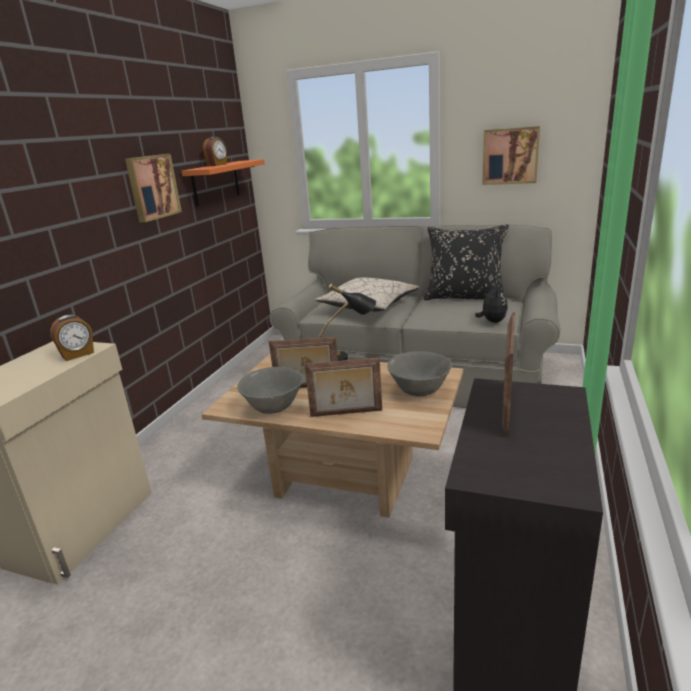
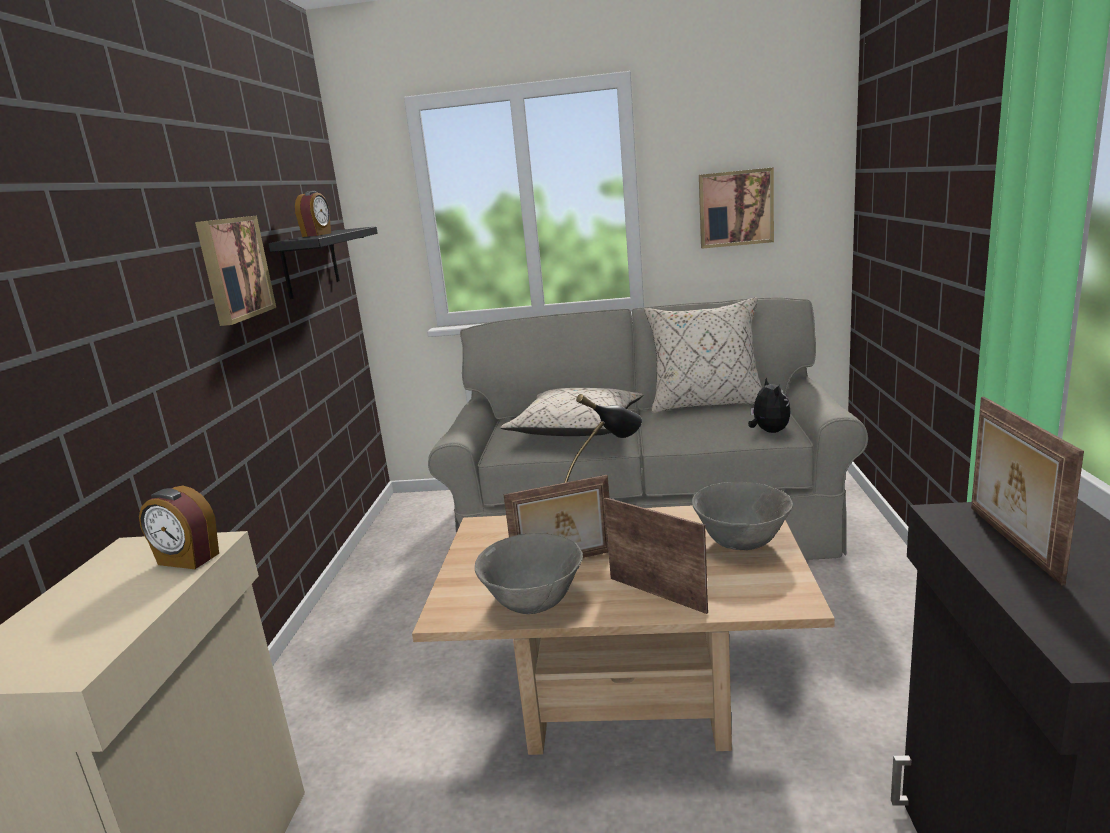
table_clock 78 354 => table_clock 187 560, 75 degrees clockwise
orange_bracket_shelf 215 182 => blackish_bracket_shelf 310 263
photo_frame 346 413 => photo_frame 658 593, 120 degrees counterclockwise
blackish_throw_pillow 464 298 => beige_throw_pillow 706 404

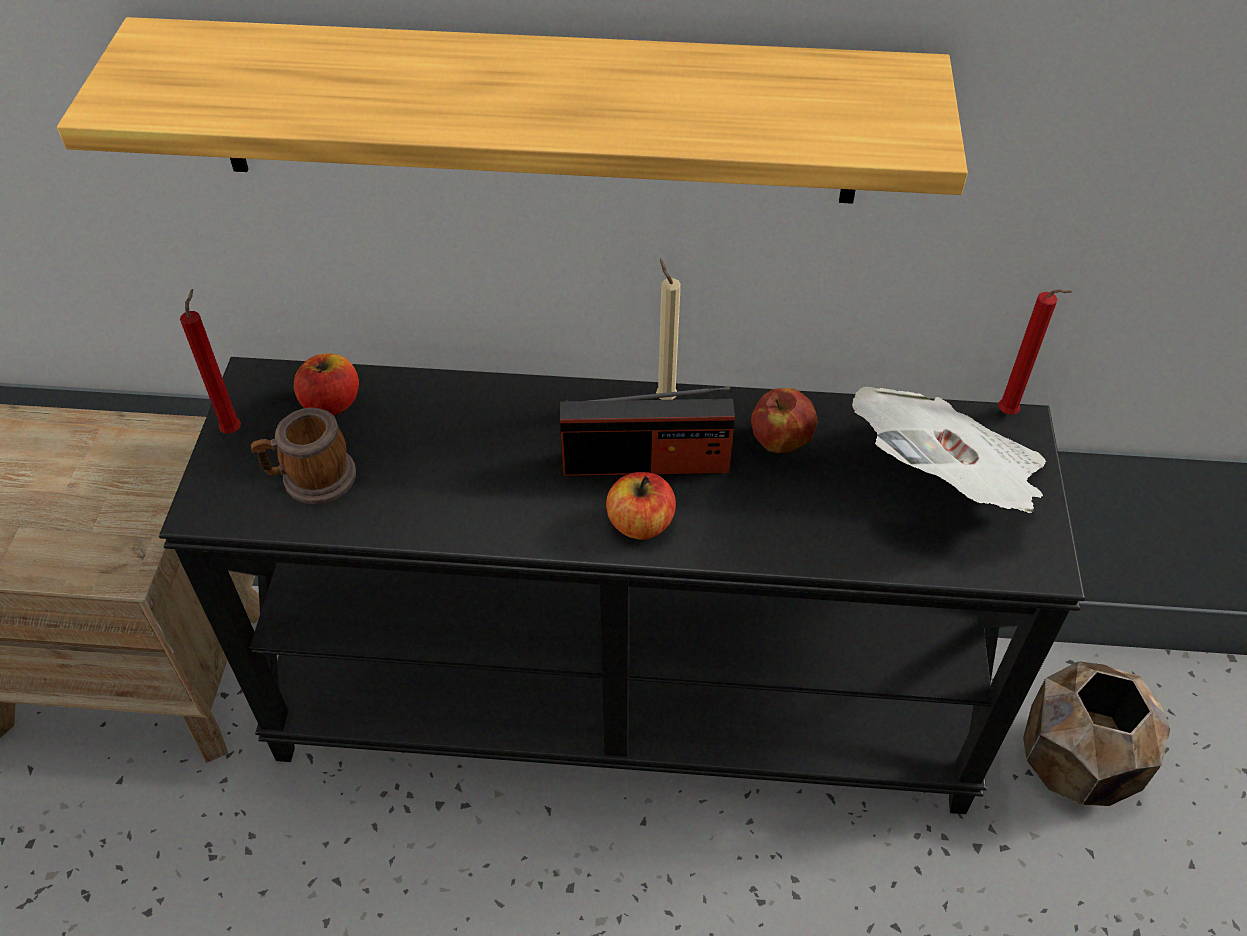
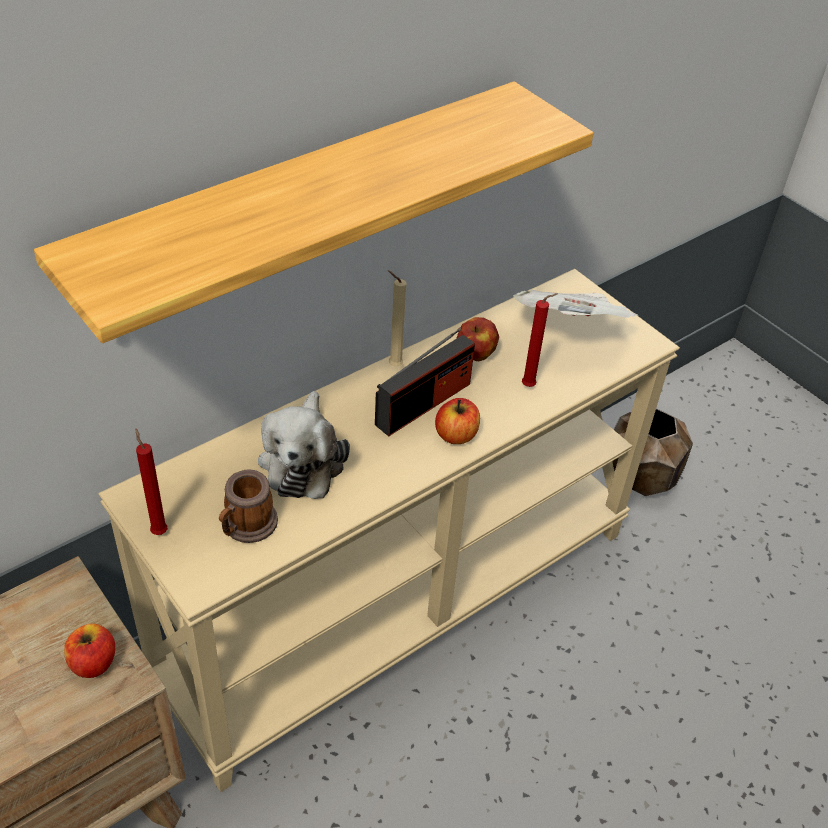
apple 331 403 => apple 93 663, relocated
blackish_console_table 625 701 => beige_console_table 399 602
nothing => cuddly_toy 303 460
reddish_wax_candle 1010 414 => reddish_wax_candle 530 386, relocated

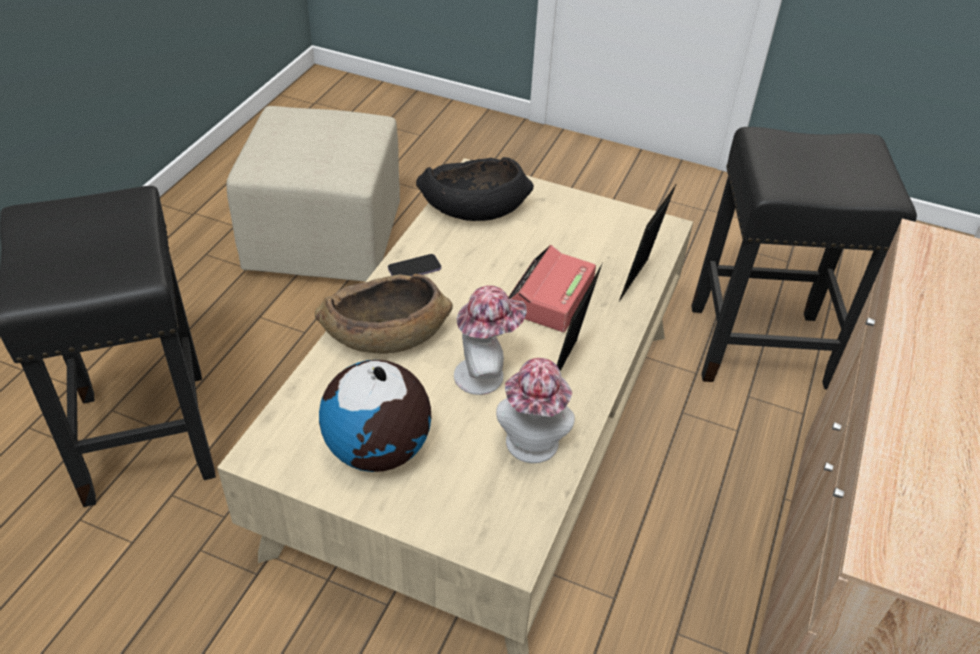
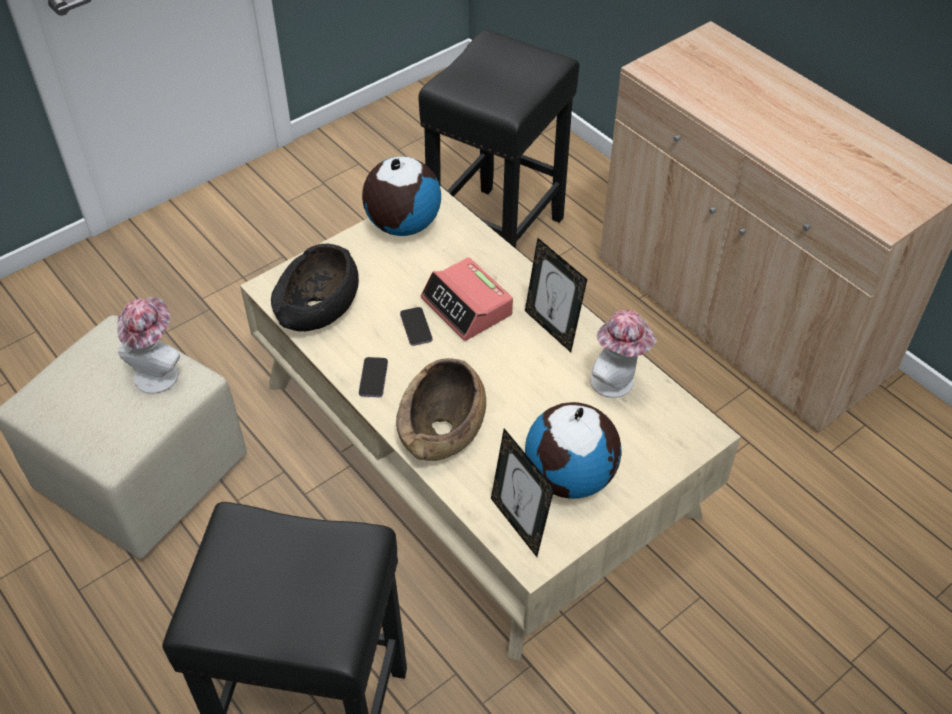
clothing_hat 485 374 => clothing_hat 158 371, relocated
nothing => globe 402 225
nothing => handset 416 327
photo_frame 639 282 => photo_frame 519 524, relocated

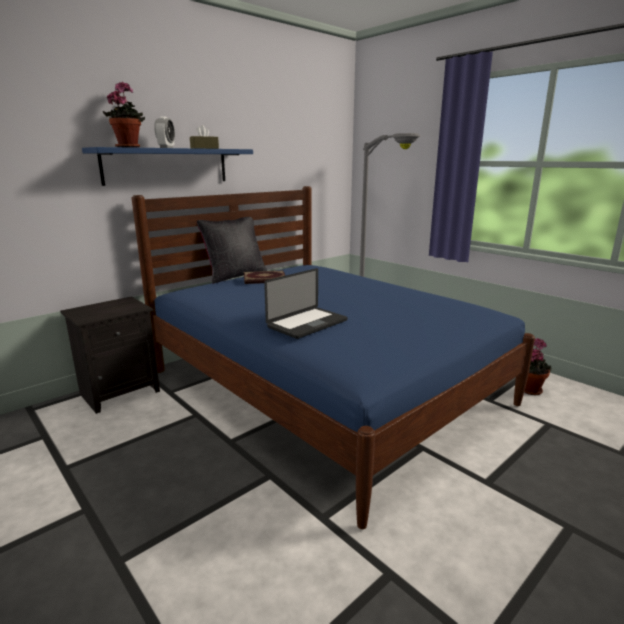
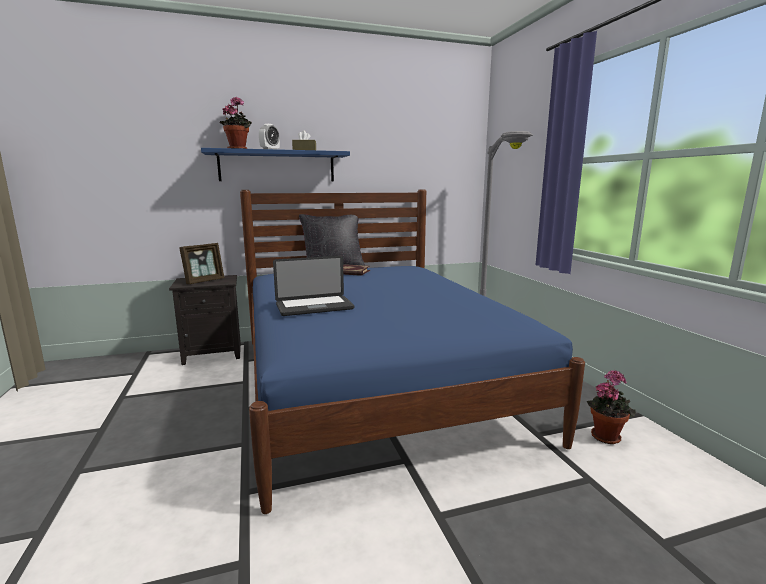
nothing => photo_frame 204 281

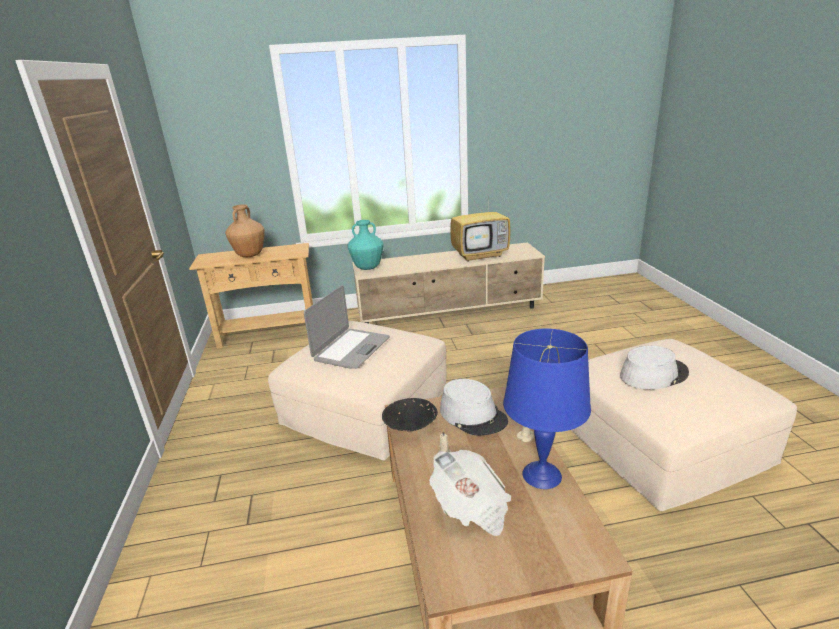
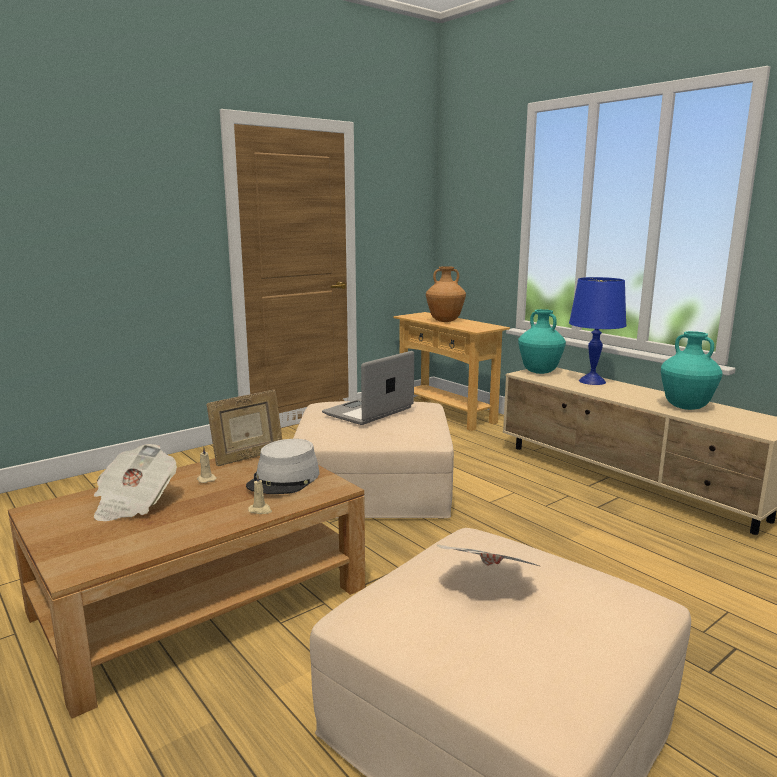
blackish_deep_dish 409 426 => photo_frame 248 457
notebook_computer 351 349 => notebook_computer 369 411, 135 degrees clockwise
greyish_clothing_hat 653 374 => daily_paper 489 580
blue-coloured_tabletop_lamp 542 474 => blue-coloured_tabletop_lamp 592 381, relocated
TV_set 480 255 => turquoise-coloured_vase 686 407

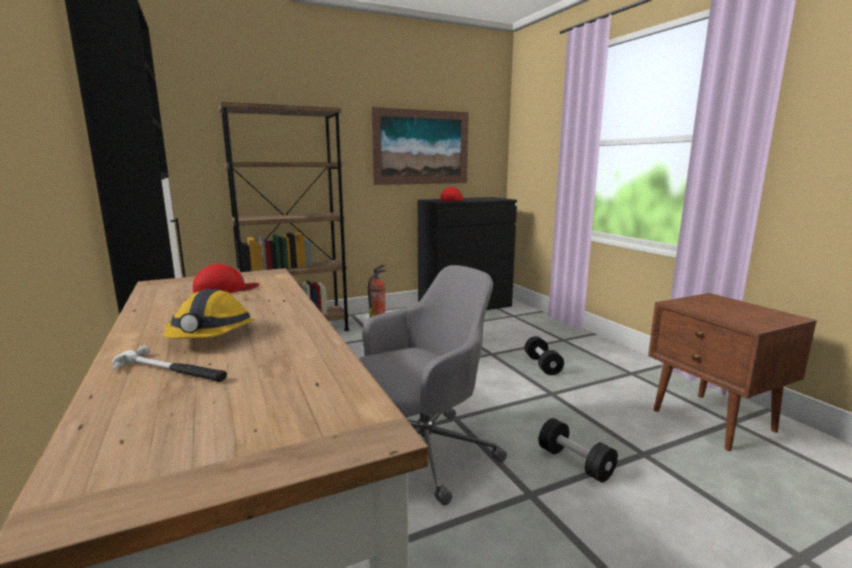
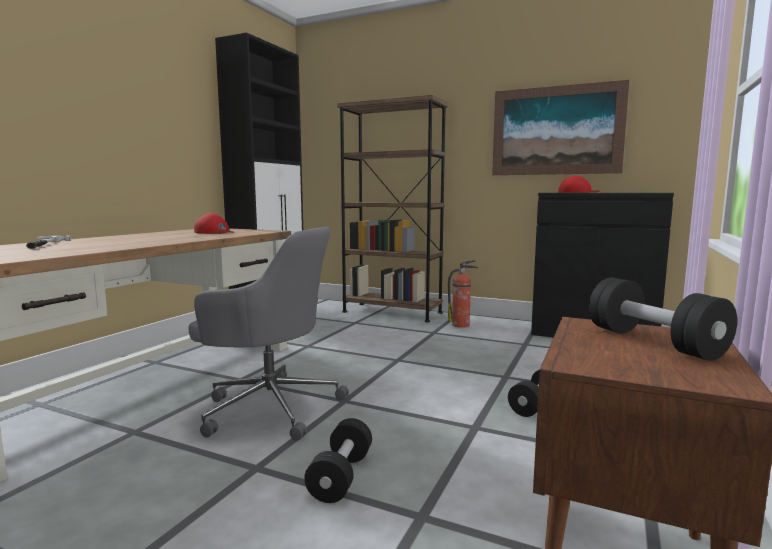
nothing => blackish_dumbbell 654 342
hard_hat 211 335 => nothing

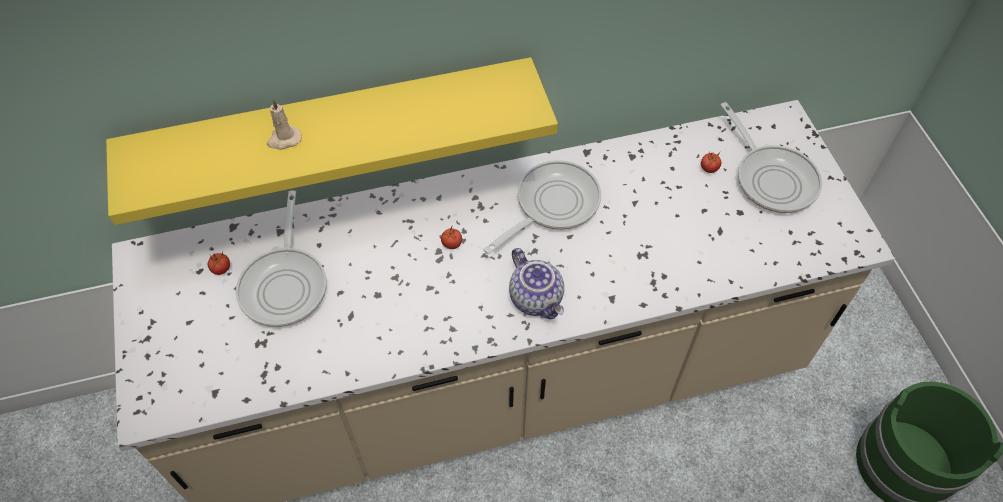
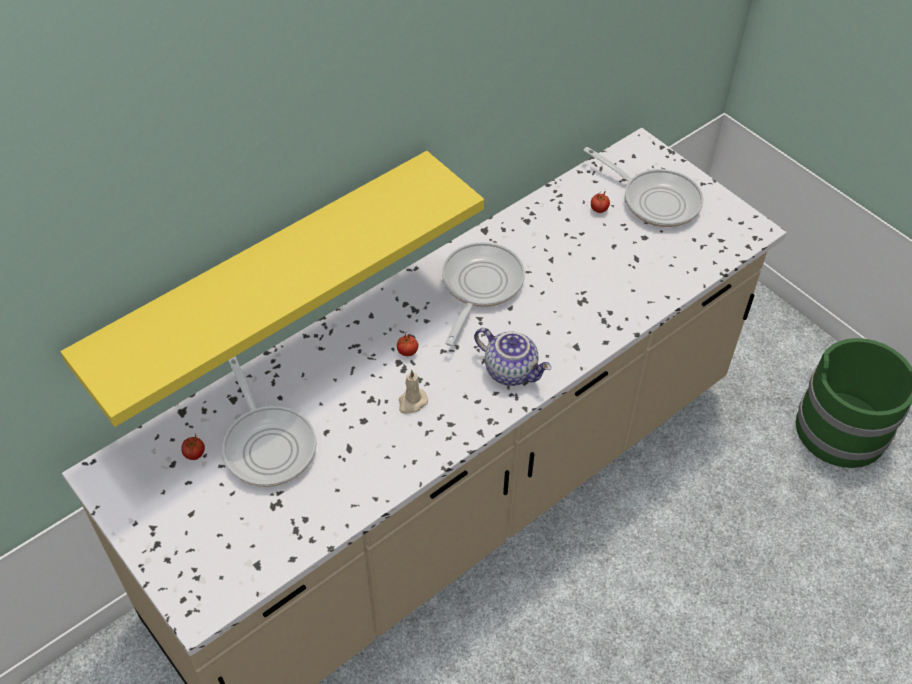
beige_wax_candle 284 139 => beige_wax_candle 412 402, relocated

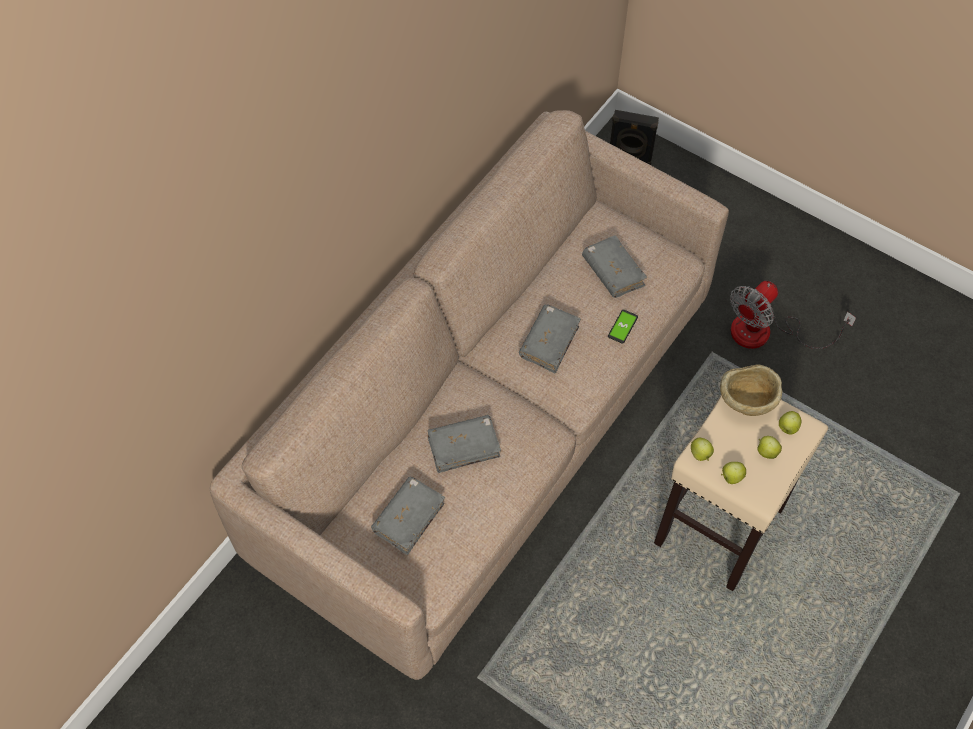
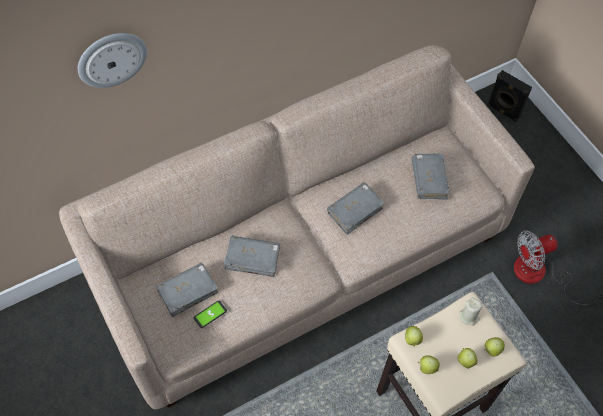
nothing => hanging_clock 111 59
handset 622 327 => handset 210 314, relocated
beige_deep_dish 745 403 => beige_wax_candle 469 316

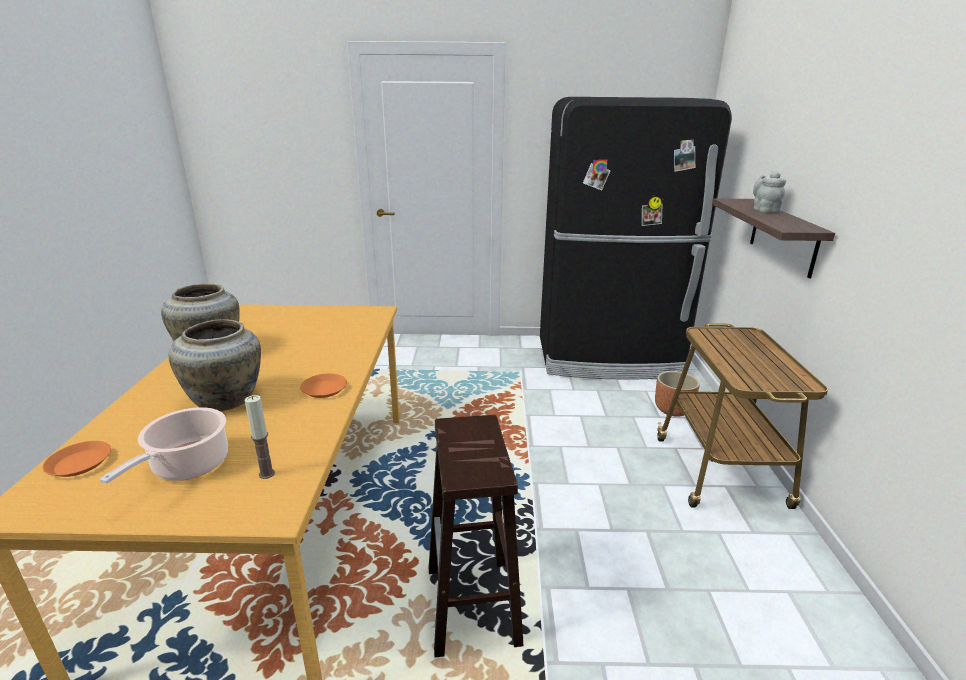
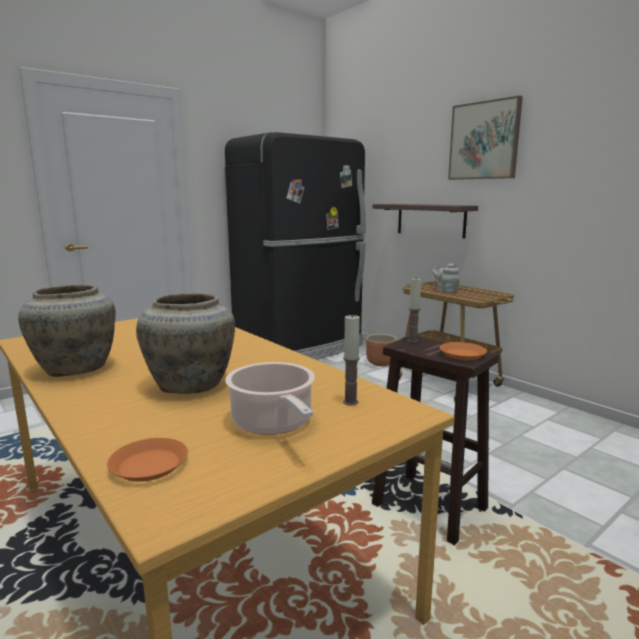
nothing => wax_candle 412 340
greyish_teapot 764 210 => greyish_teapot 445 290, relocated
orange_dinner_plate 324 389 => orange_dinner_plate 462 354, relocated
nothing => picture 484 141

